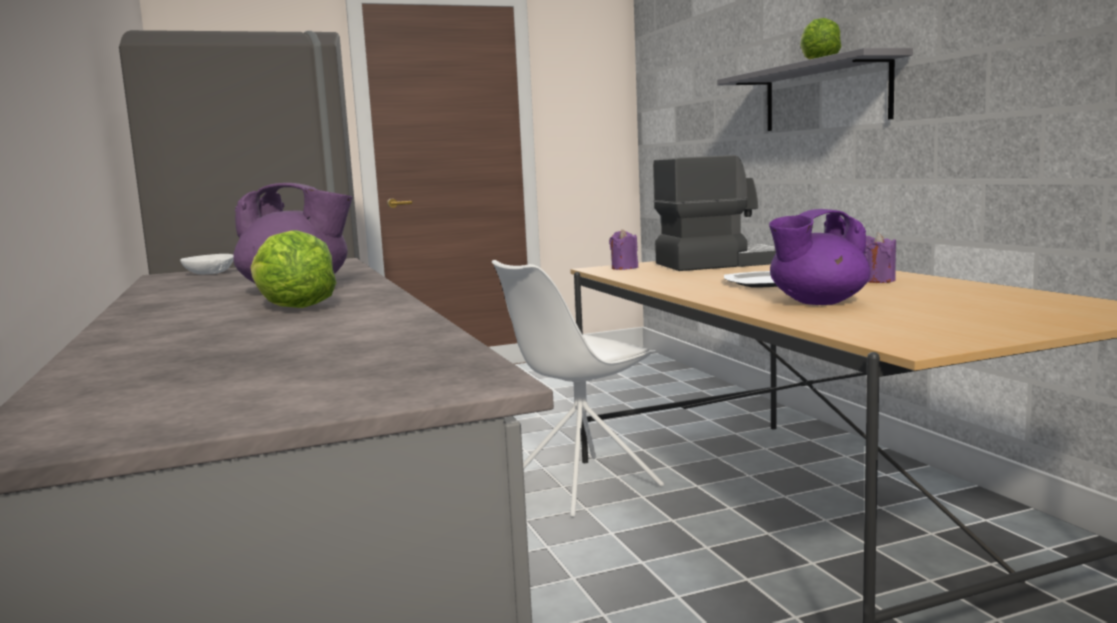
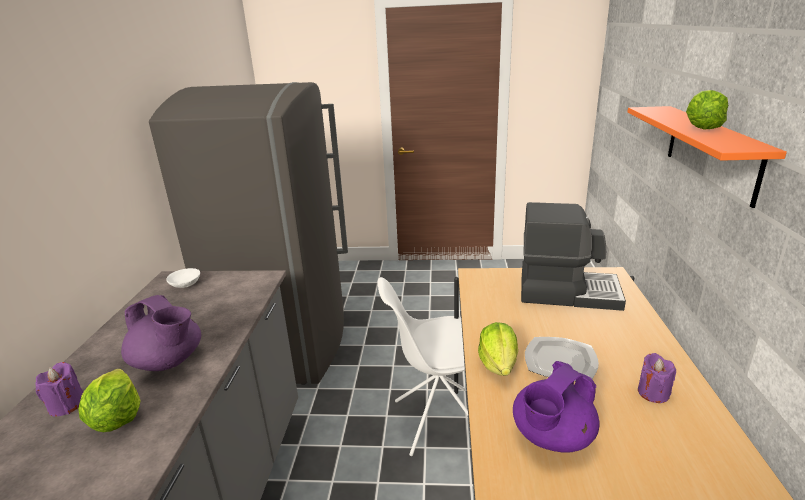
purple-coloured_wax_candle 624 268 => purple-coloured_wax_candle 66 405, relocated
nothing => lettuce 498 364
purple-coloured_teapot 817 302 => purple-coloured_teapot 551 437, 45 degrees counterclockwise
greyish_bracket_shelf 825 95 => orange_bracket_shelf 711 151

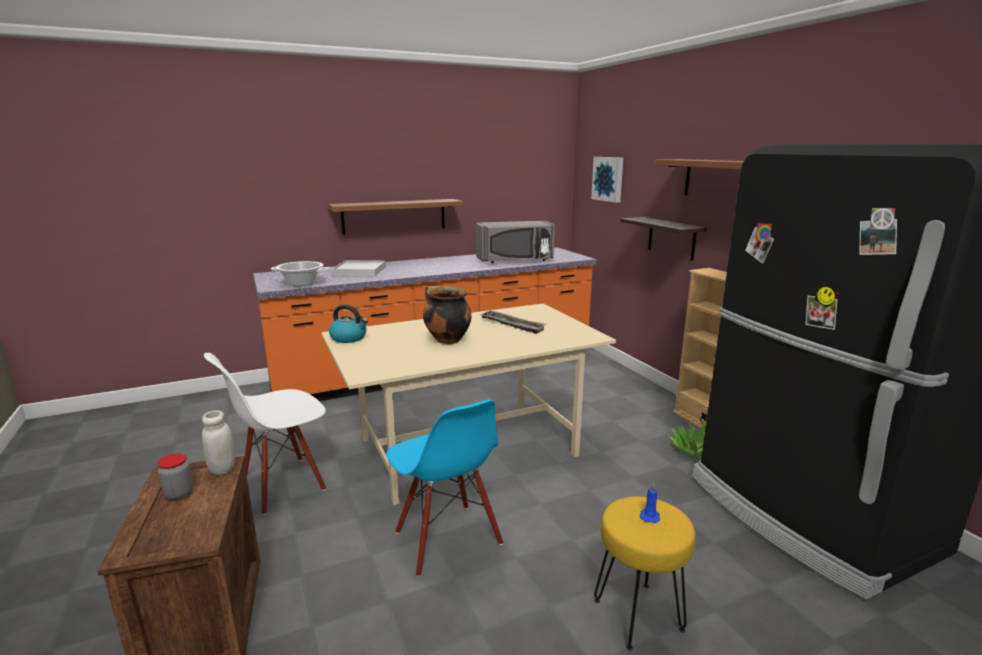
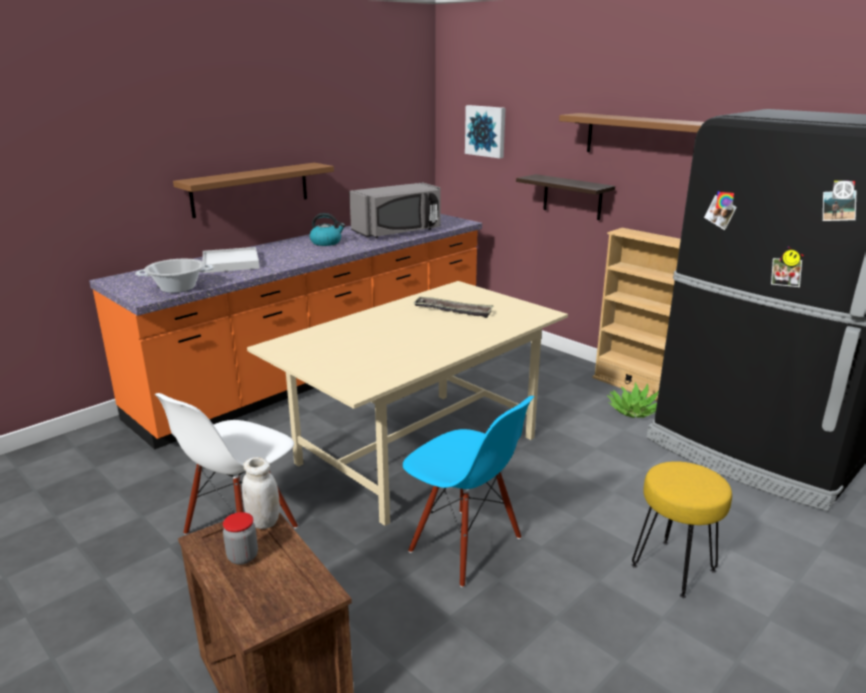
kettle 349 338 => kettle 326 242, relocated
saucepot 446 340 => nothing
blue-coloured_wax_candle 649 516 => nothing

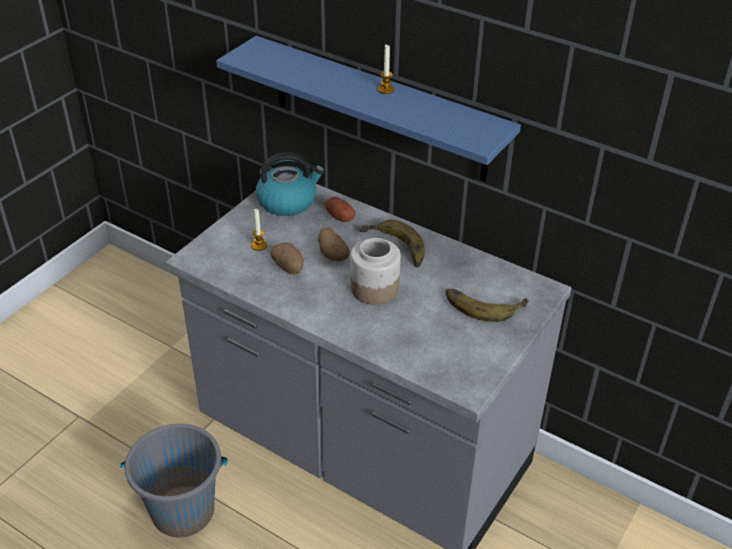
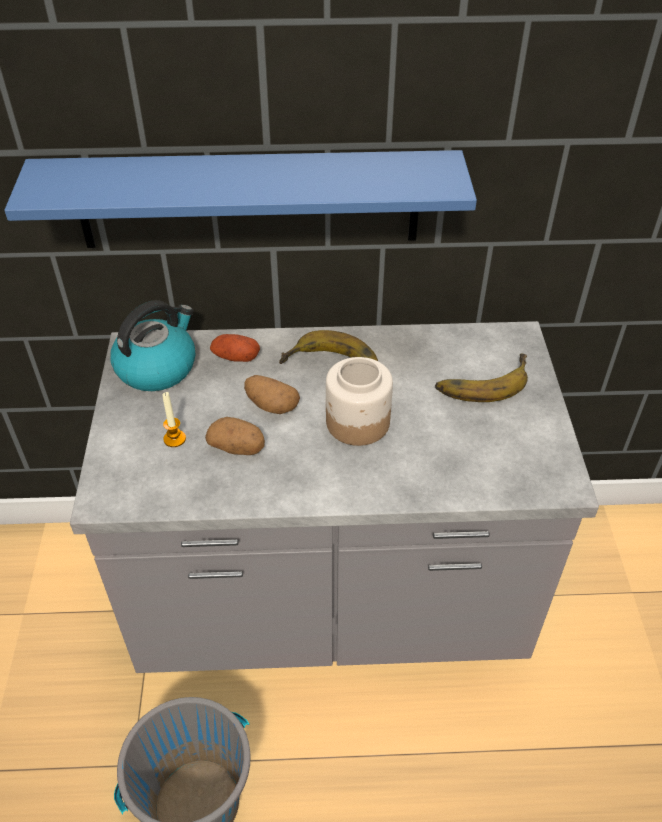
wax_candle 385 89 => nothing

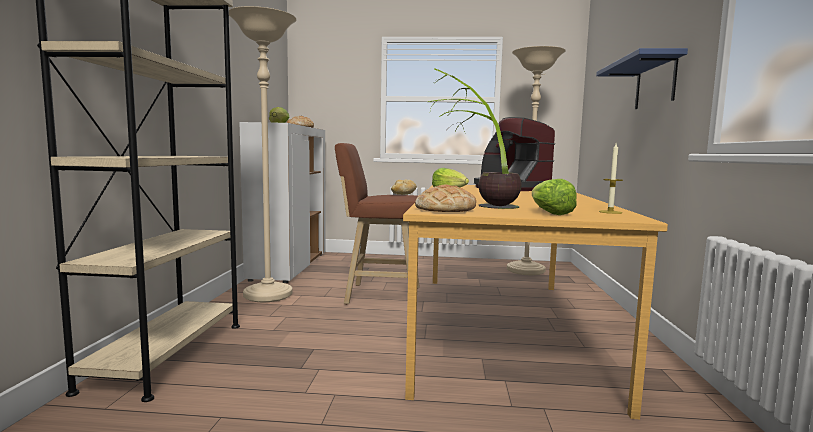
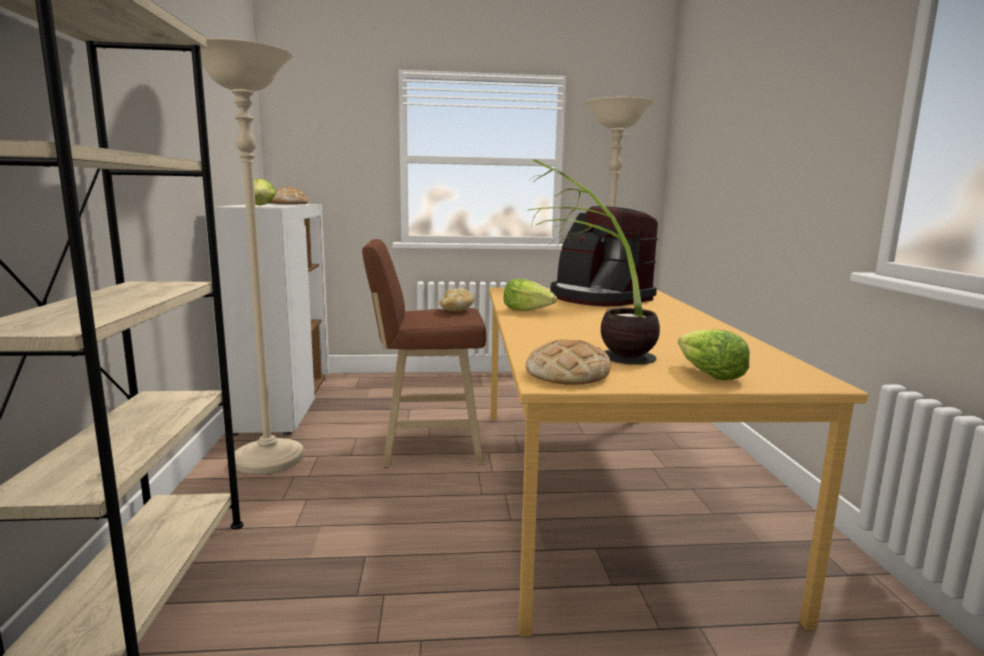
blue-coloured_bracket_shelf 655 83 => nothing
wax_candle 610 212 => nothing

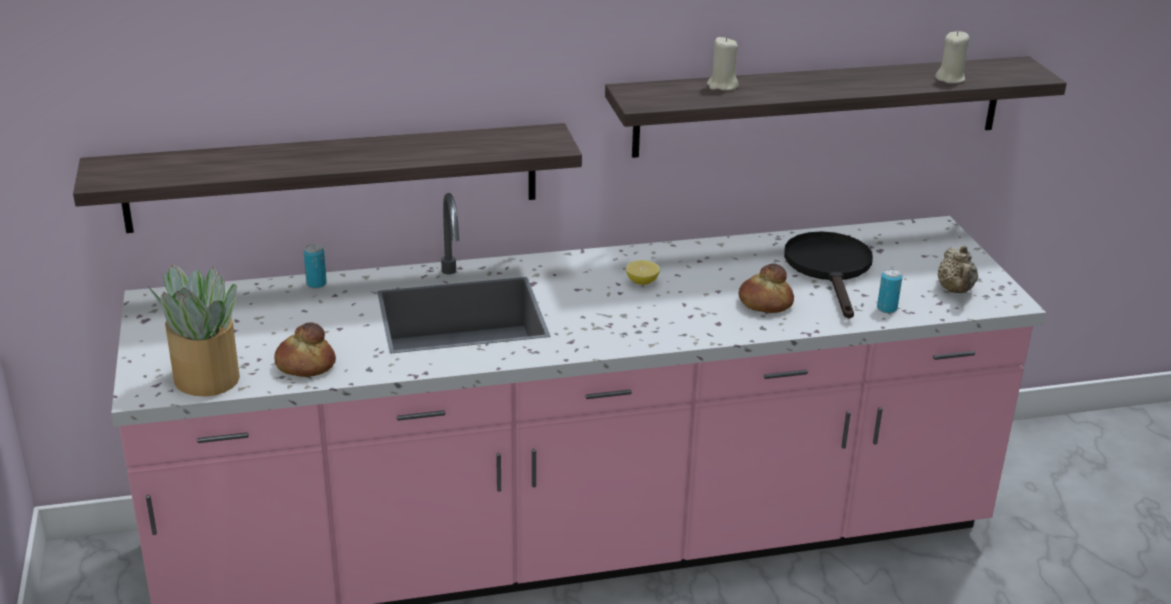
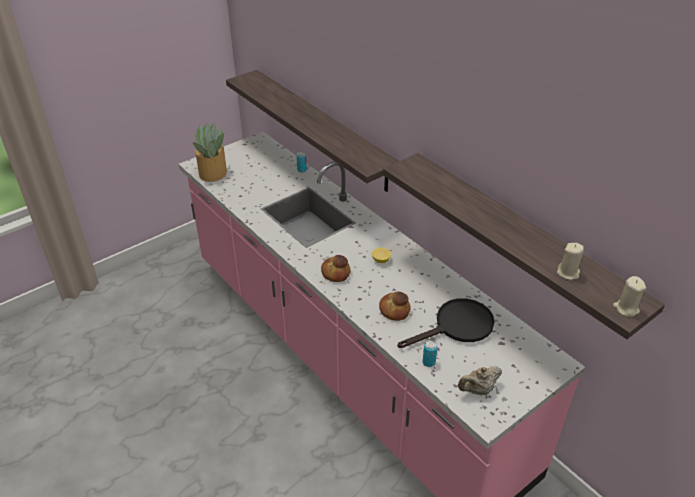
baked_bread 305 365 => baked_bread 336 273, relocated
beige_wax_candle 722 85 => beige_wax_candle 626 309, relocated

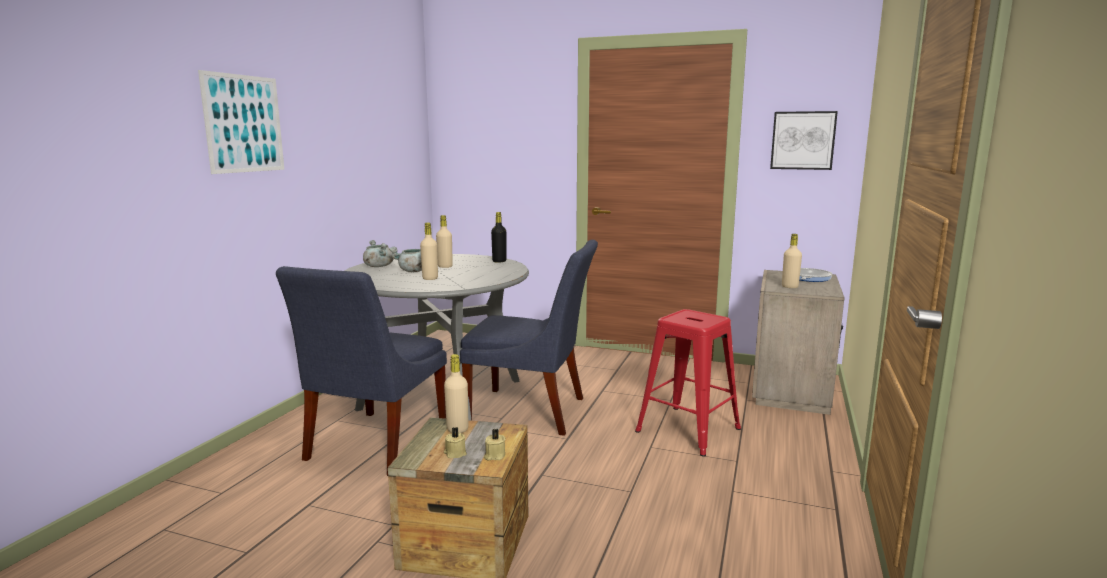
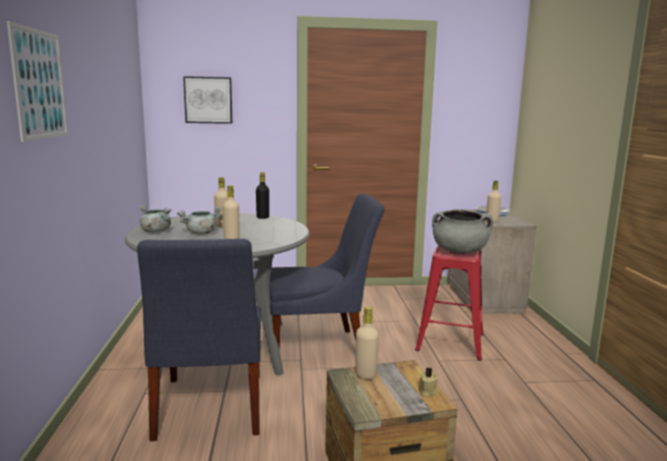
picture 802 140 => picture 208 100, relocated
nothing => greyish_saucepot 459 251
beige_wax_candle 455 453 => nothing

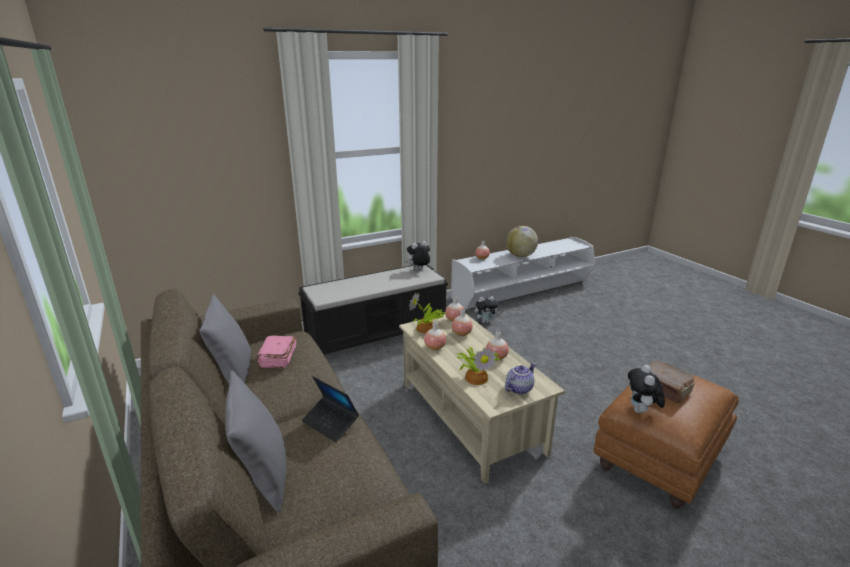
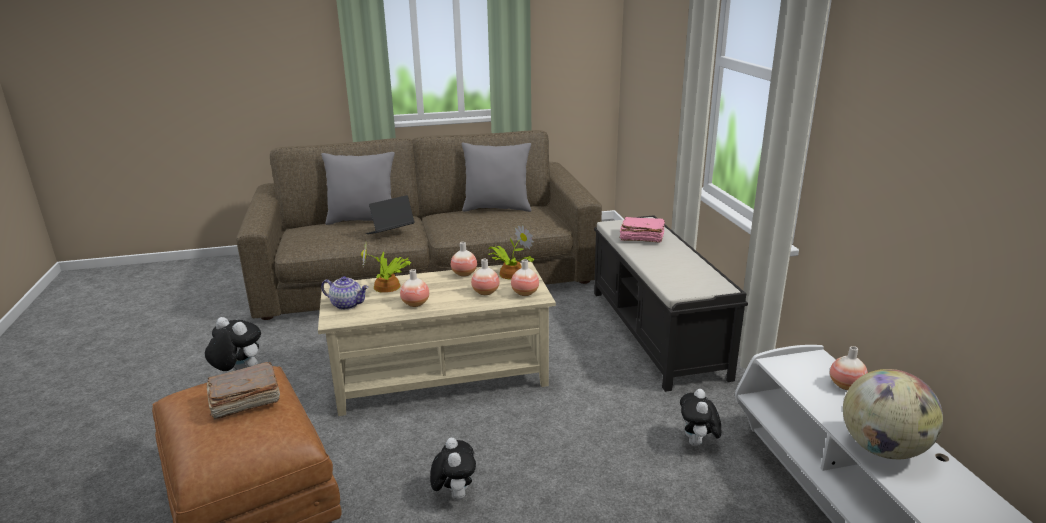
teapot 518 388 => teapot 347 304, 45 degrees counterclockwise
cuddly_toy 418 270 => cuddly_toy 454 494, relocated
pinkish_bound_book 277 358 => pinkish_bound_book 641 237, relocated

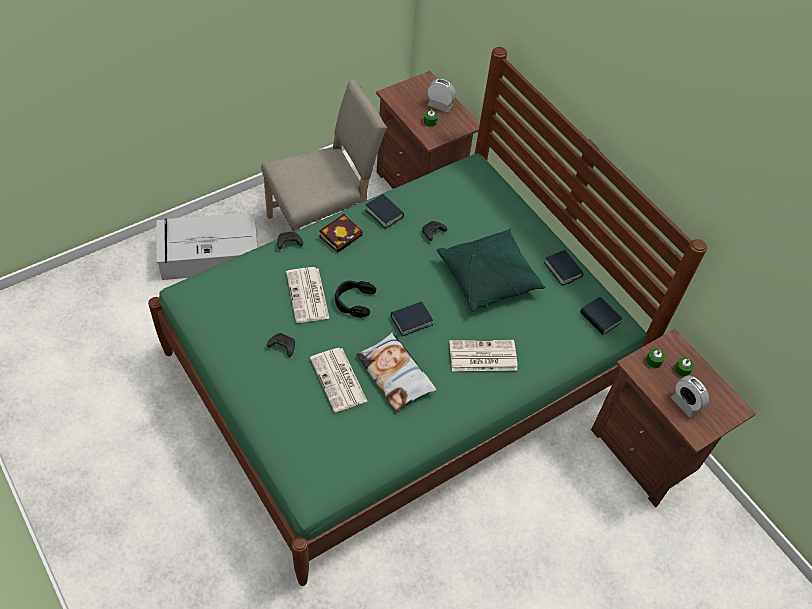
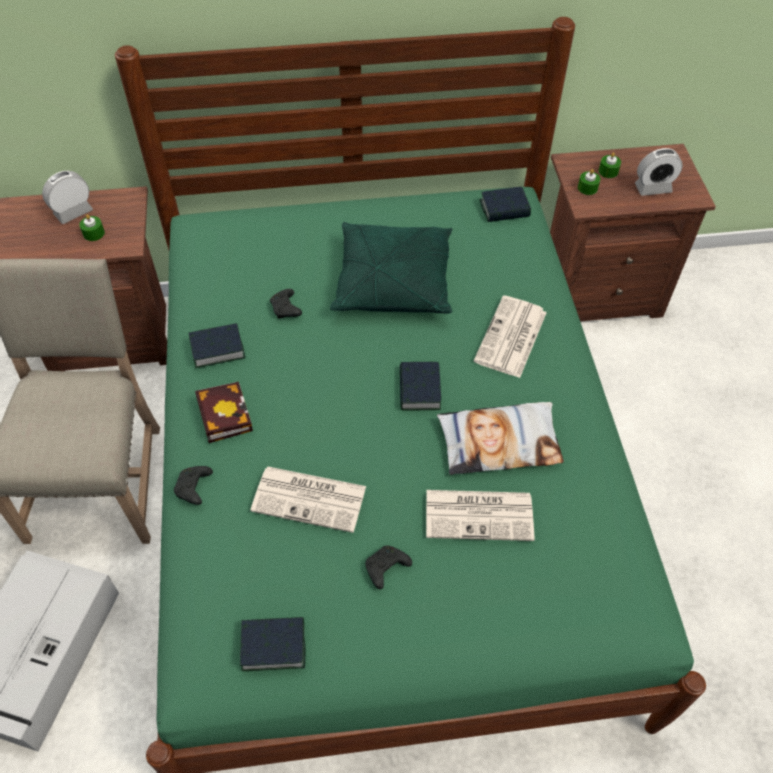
bound_book 563 270 => bound_book 273 645, relocated
blackish_headphones 354 301 => nothing

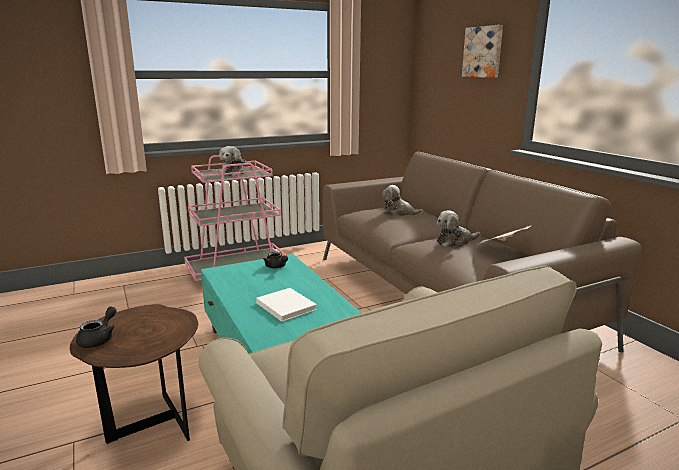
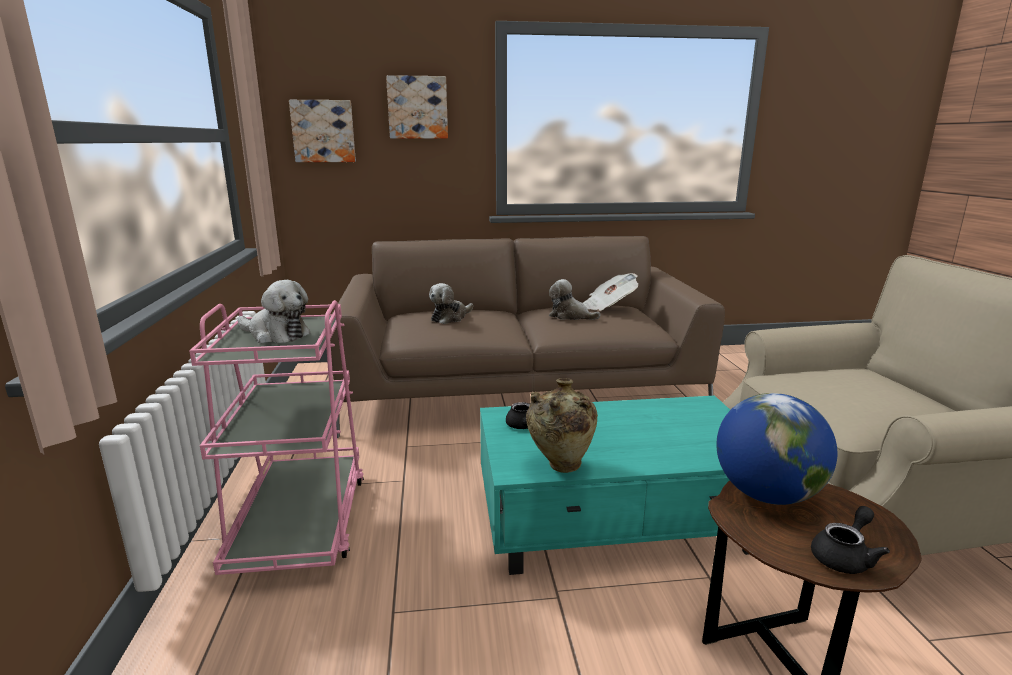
nothing => picture 323 131
nothing => beige_vase 560 467
cuddly_toy 455 242 => cuddly_toy 570 316, 120 degrees clockwise
nothing => globe 766 495
blackish_teapot 99 339 => blackish_teapot 844 556, 105 degrees clockwise
white_bound_book 285 305 => nothing

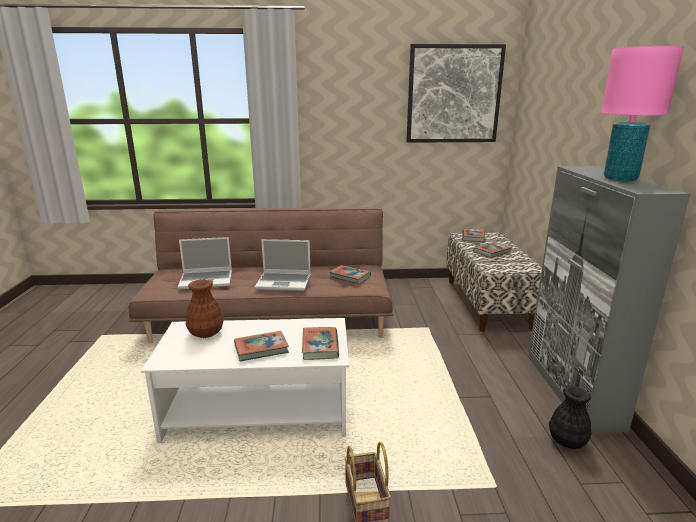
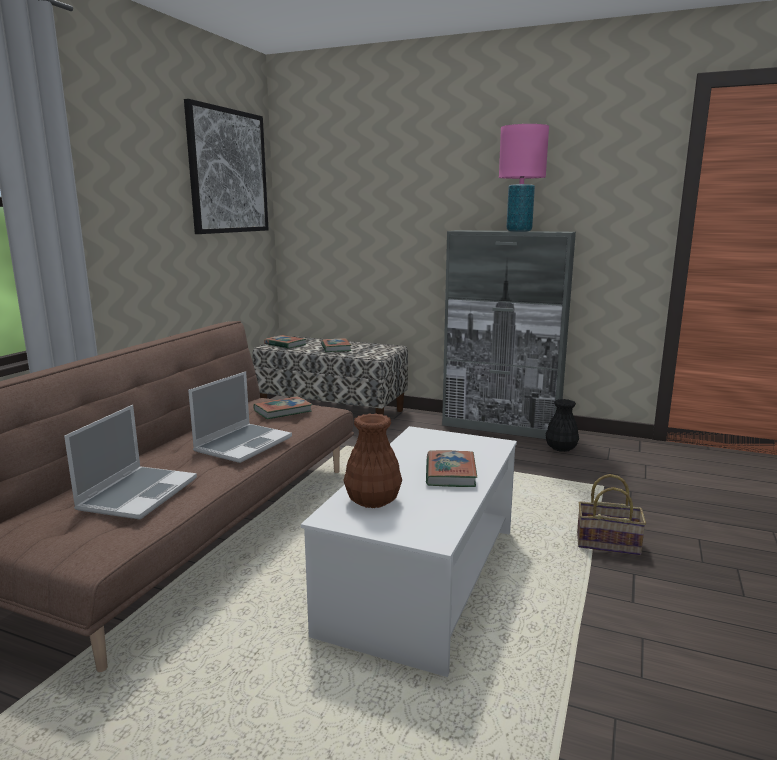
bound_book 320 346 => nothing

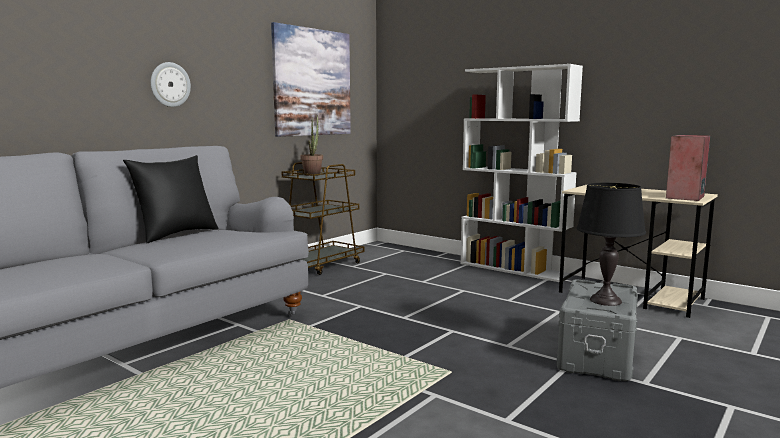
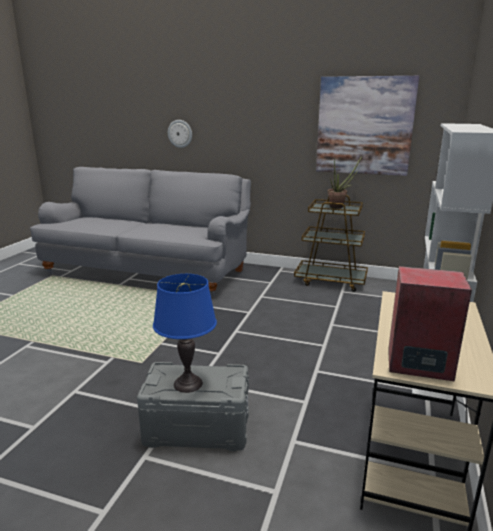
blackish_tabletop_lamp 605 301 => blue-coloured_tabletop_lamp 188 384
hanging_clock 170 84 => hanging_clock 180 133, relocated
blackish_throw_pillow 176 234 => nothing

